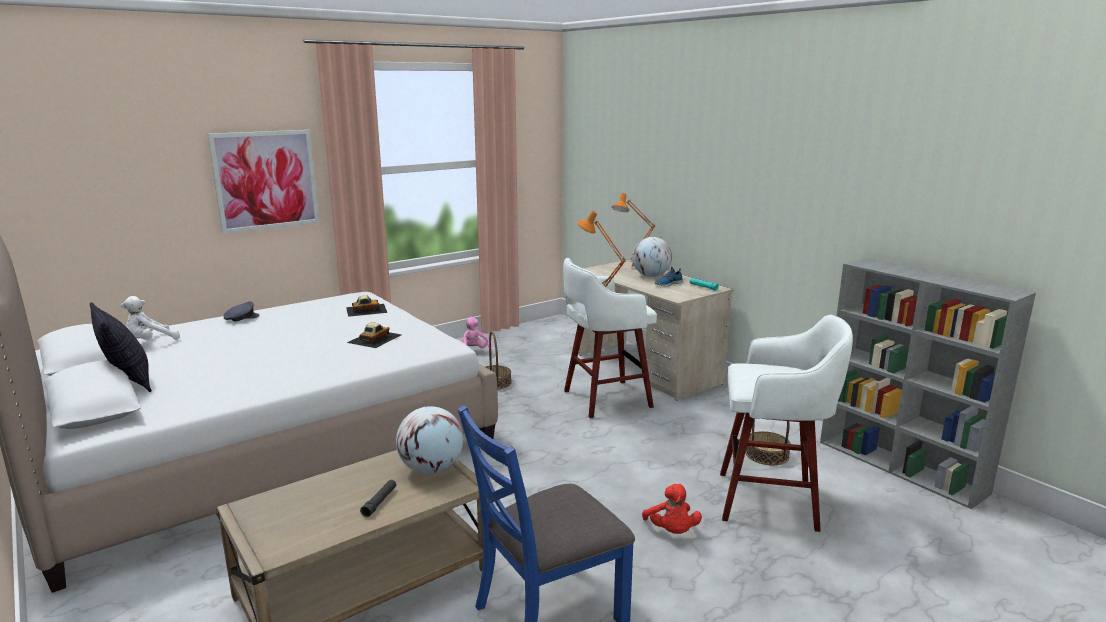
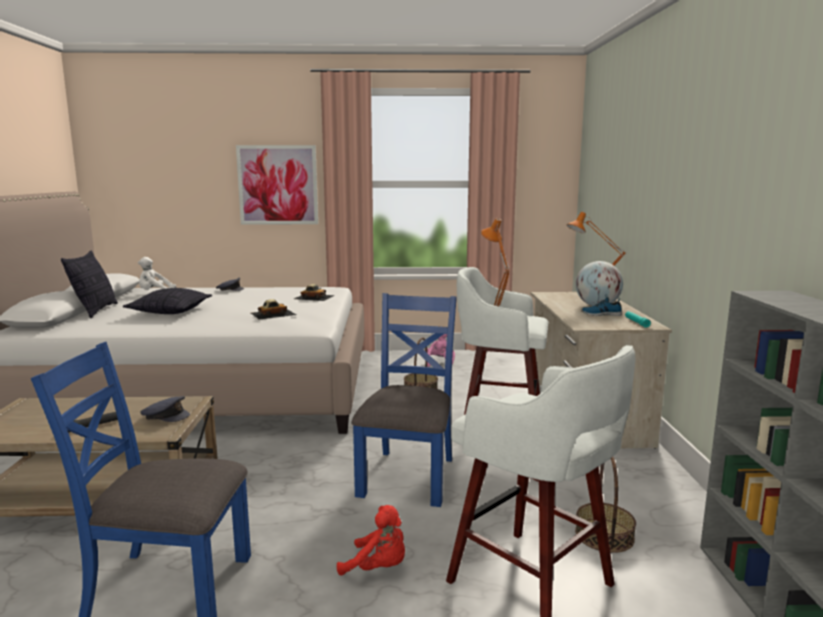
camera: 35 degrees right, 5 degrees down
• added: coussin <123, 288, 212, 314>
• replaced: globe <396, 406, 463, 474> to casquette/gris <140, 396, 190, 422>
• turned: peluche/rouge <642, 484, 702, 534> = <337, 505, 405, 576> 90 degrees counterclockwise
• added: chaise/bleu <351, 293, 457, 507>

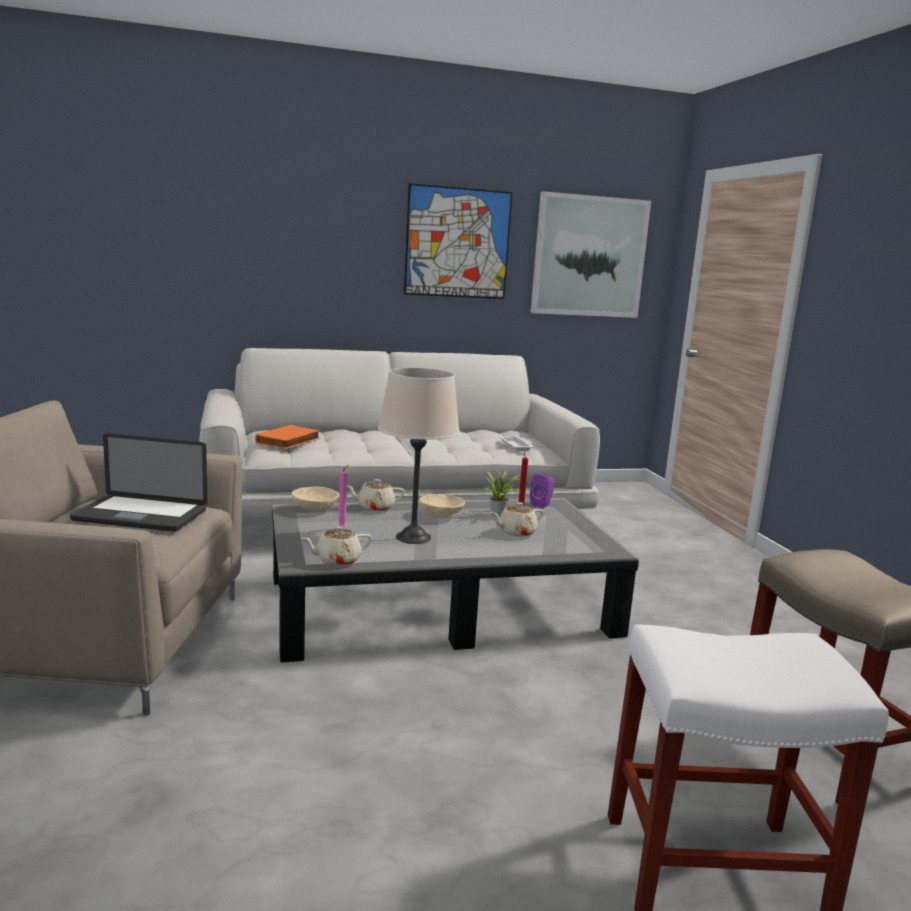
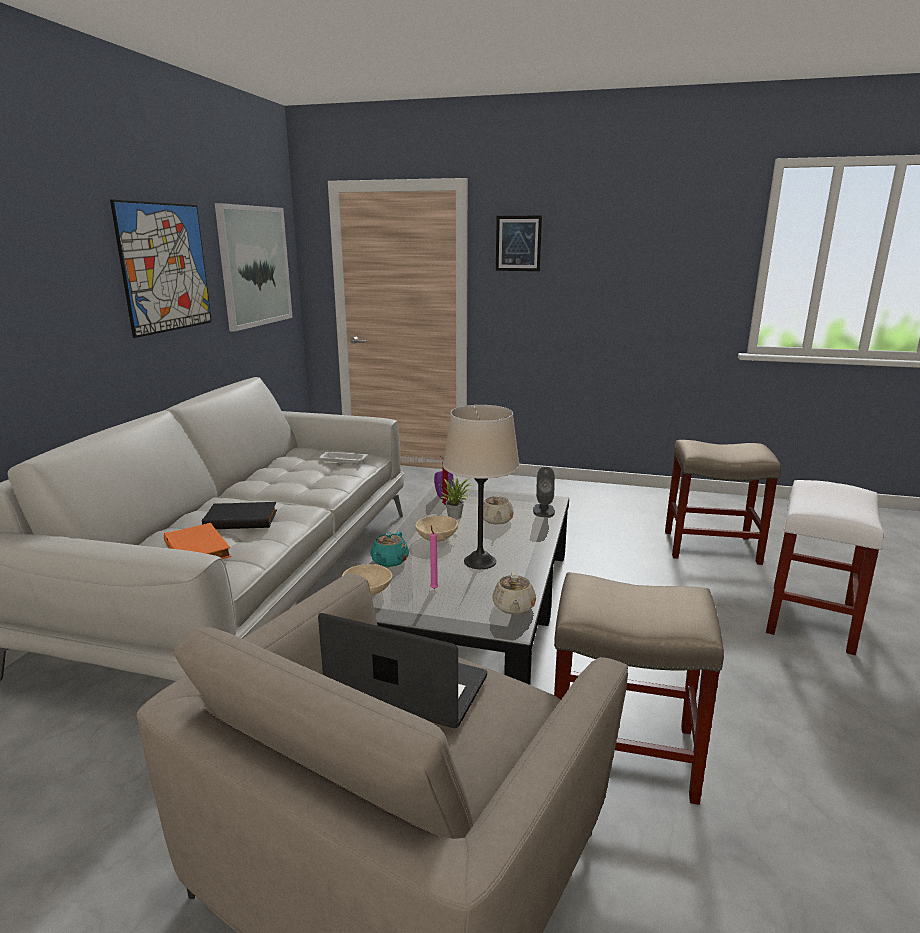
camera: 60 degrees left, 5 degrees up
• added: livre/noir <202, 502, 277, 529>
• turned: ordinateur portable <70, 433, 207, 532> = <318, 613, 487, 728> 105 degrees counterclockwise
• recoloured: théière/beige <347, 479, 405, 511> to théière/turquoise <370, 532, 409, 567>
• added: tableau <496, 216, 542, 271>
• added: enceinte/gris <533, 467, 555, 517>
• added: tabouret/beige <554, 572, 724, 805>

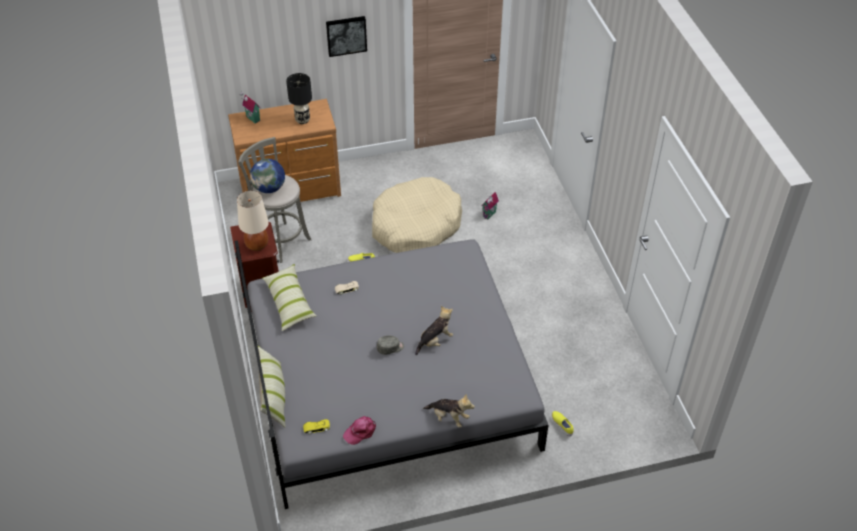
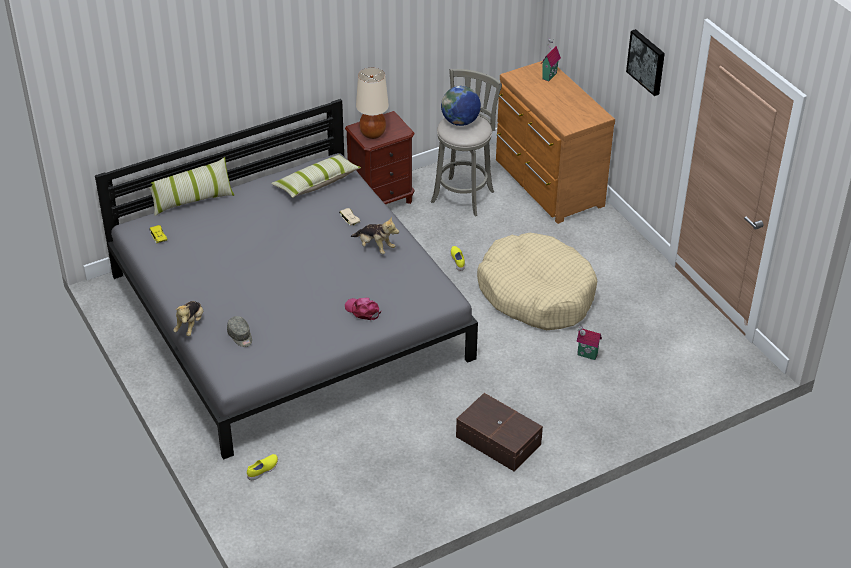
camera: 75 degrees right, 5 degrees down
• moved: casquette/gris <377, 336, 404, 355> to <227, 316, 252, 347>
• moved: casquette/rose <343, 416, 376, 445> to <345, 298, 382, 320>
• moved: peluche <415, 306, 453, 355> to <351, 216, 399, 254>
• added: boîte de rangement/marron <456, 393, 543, 472>
• removed: lampe de table/noir <286, 73, 312, 124>

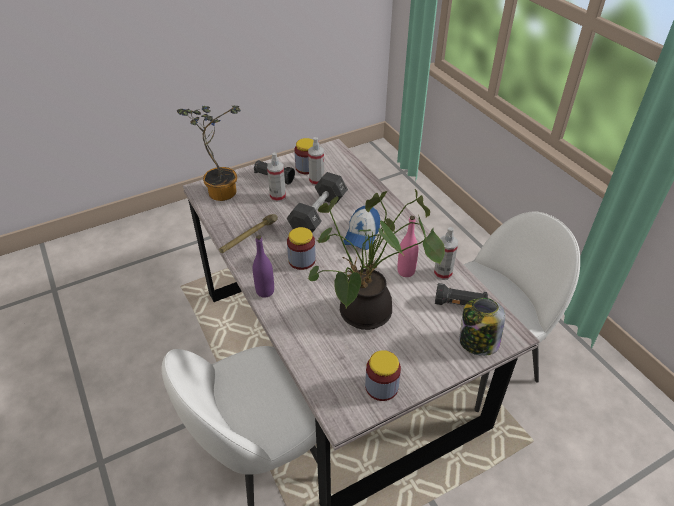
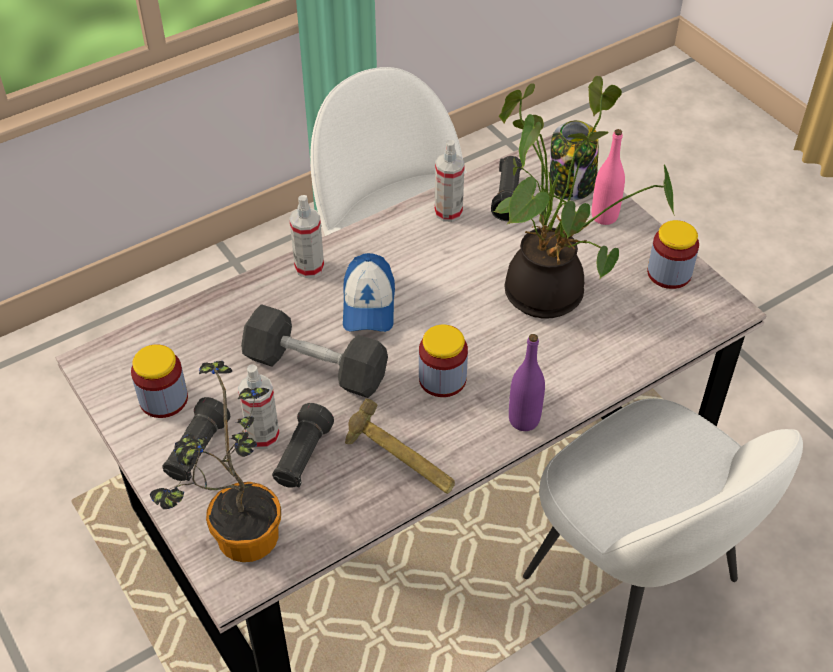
camera: 95 degrees left, 5 degrees up
• added: lampe de poche/noir <272, 403, 334, 488>
• moved: vaporisateur <308, 137, 324, 186> to <289, 195, 324, 278>
• turned: casquette <343, 206, 380, 250> = <343, 253, 395, 332> 75 degrees clockwise
• moved: bouteille/rose <397, 216, 418, 277> to <592, 129, 625, 225>

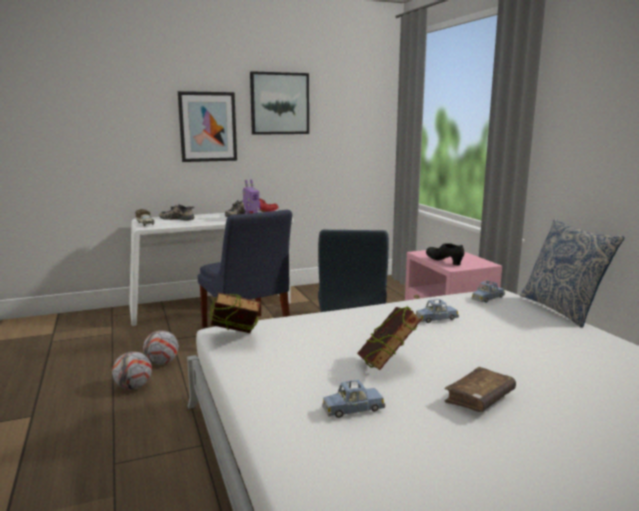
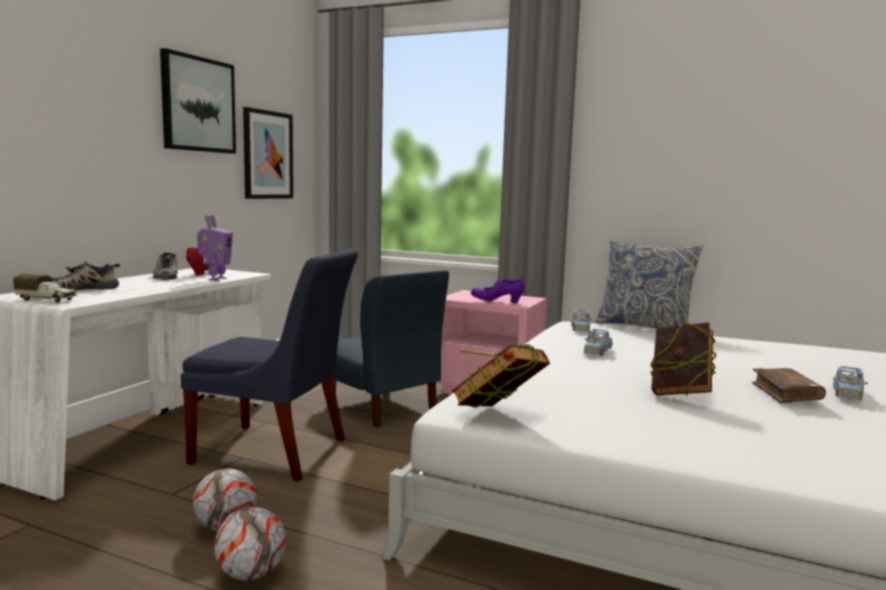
camera: 45 degrees left, 5 degrees down
• moved: tableau <178, 91, 237, 162> to <243, 107, 293, 199>
• recoloured: chaussure/noir <426, 243, 464, 266> to chaussure/violet <471, 278, 525, 303>
• moved: petite voiture/bleu <322, 380, 385, 418> to <833, 366, 868, 400>

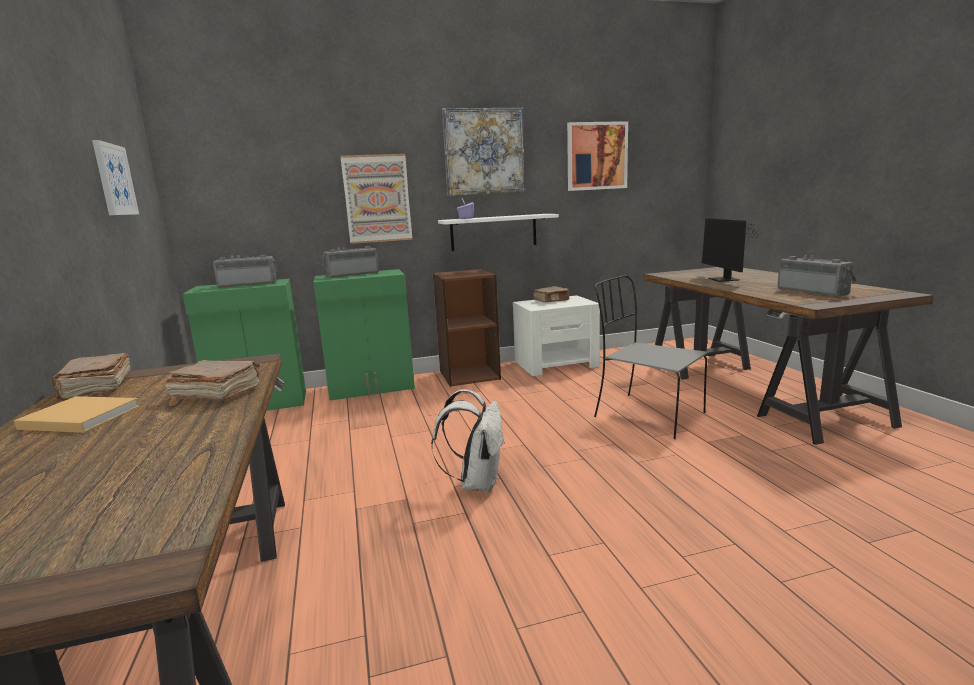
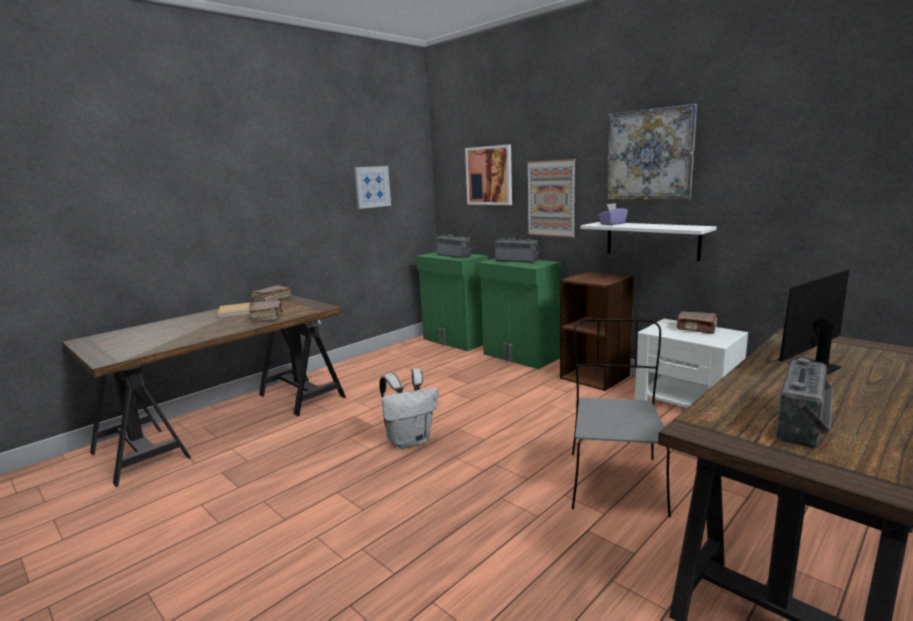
camera: 60 degrees right, 0 degrees up
• moved: tableau <567, 121, 628, 191> to <465, 144, 512, 205>

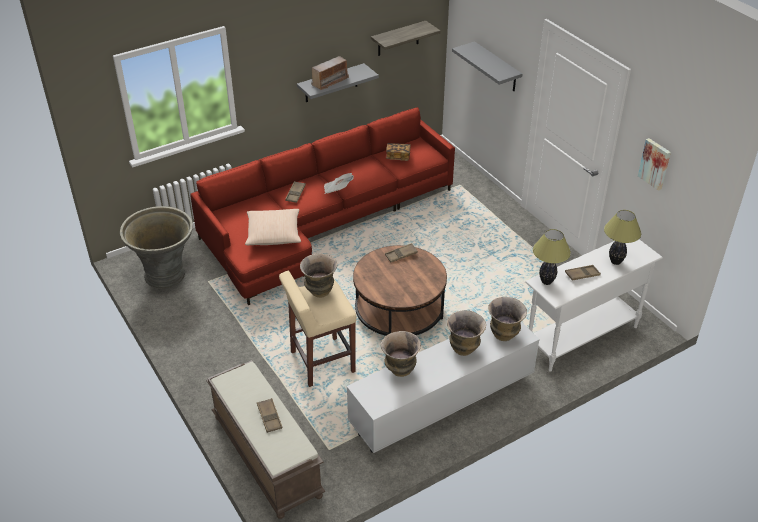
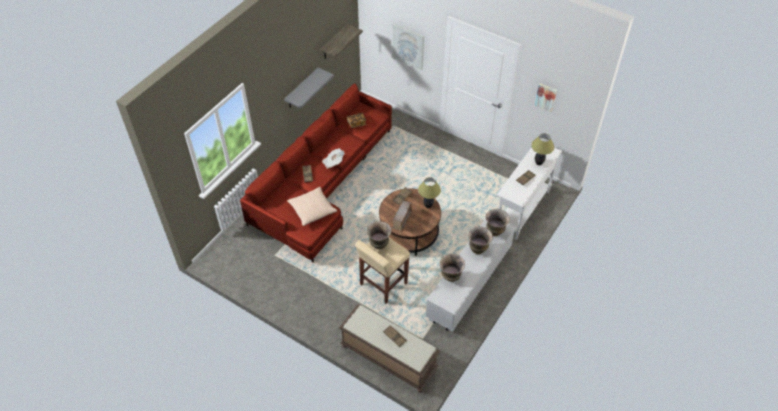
camera: 25 degrees left, 10 degrees up
• moved: radio <311, 56, 349, 91> to <392, 201, 413, 232>
• replaced: étagère/gris <452, 41, 523, 91> to tableau <393, 24, 424, 70>
• moved: lampe de table <533, 229, 571, 285> to <418, 177, 441, 208>
• removed: cache-pot/gris <120, 206, 193, 288>

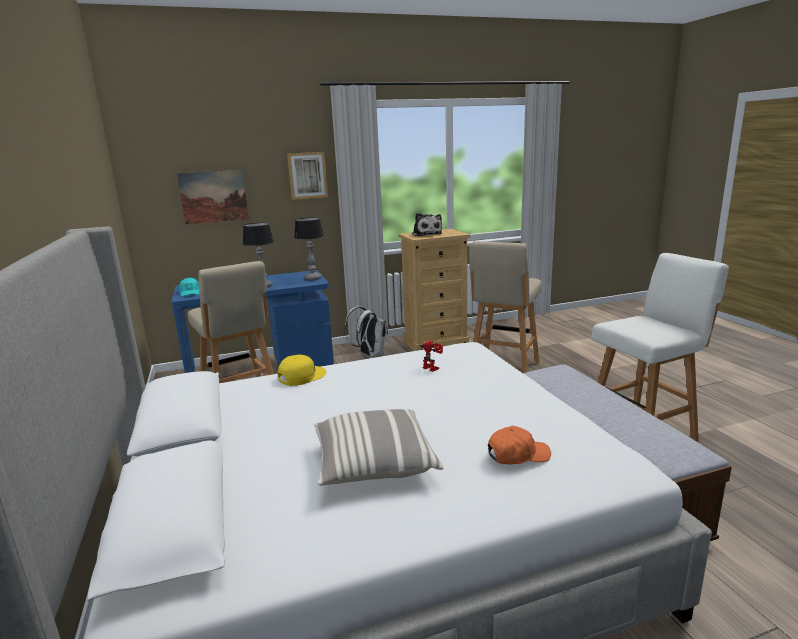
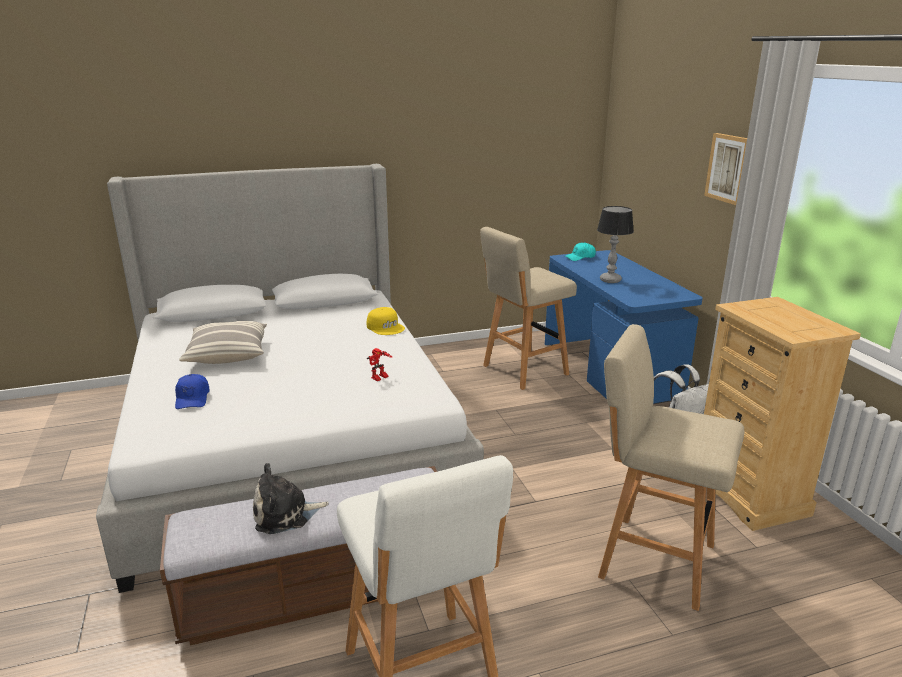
camera: 90 degrees right, 5 degrees up
• recoloured: casquette/orange <488, 425, 551, 464> to casquette/bleu <175, 374, 209, 409>
• moved: peluche <412, 213, 442, 237> to <253, 463, 329, 534>
• removed: tableau <177, 170, 249, 224>
• removed: lampe de table <294, 217, 324, 280>

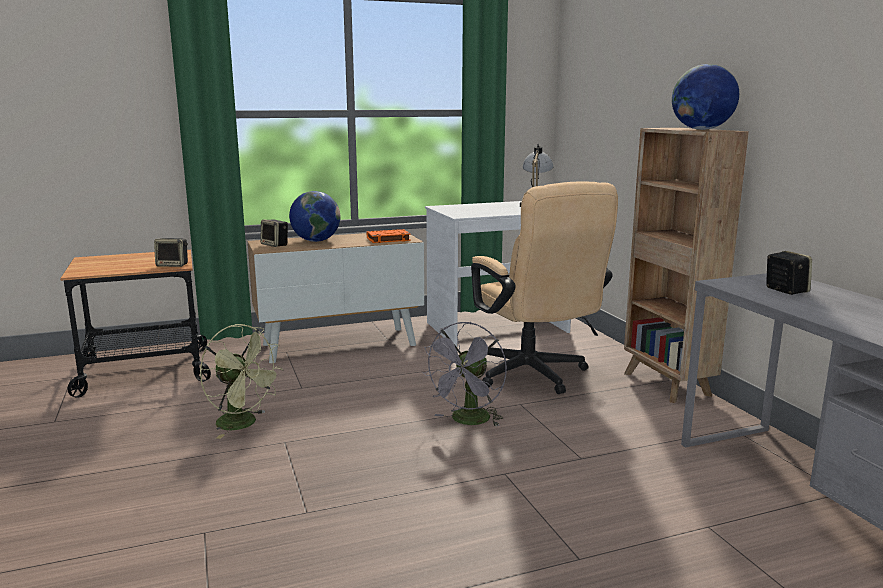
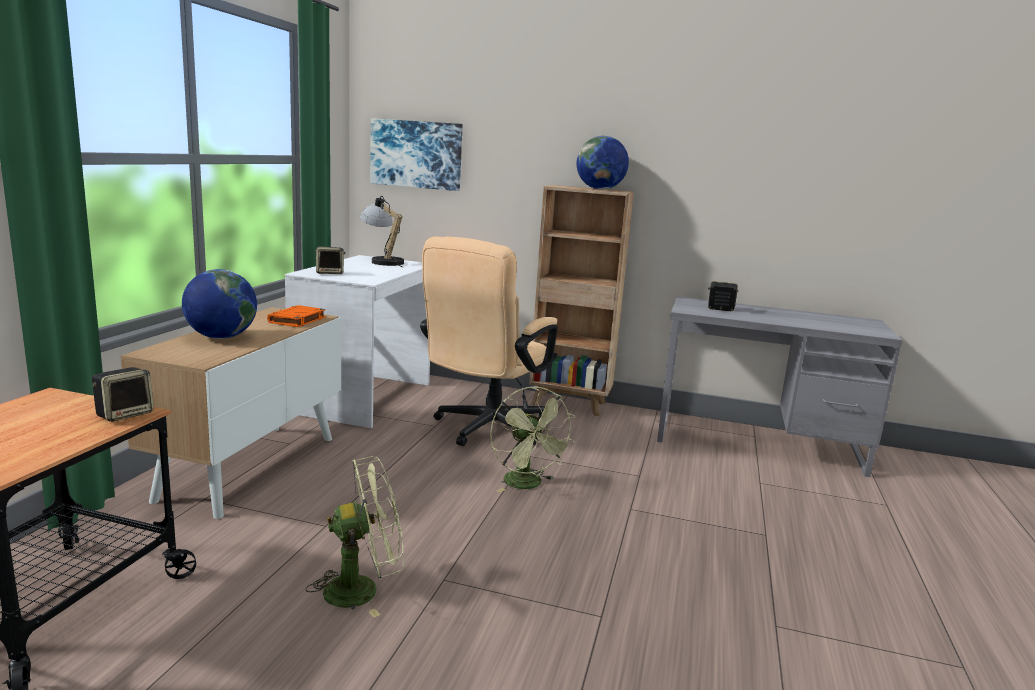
camera: 55 degrees left, 0 degrees up
• moved: enceinte <261, 220, 288, 247> to <315, 247, 345, 274>
• added: tableau <370, 118, 463, 191>
• turned: chaise de bureau/beige <471, 181, 618, 394> = <420, 236, 558, 446> 105 degrees clockwise
• recoloured: ventilateur/gris <422, 322, 507, 427> to ventilateur/vert <490, 386, 576, 492>

